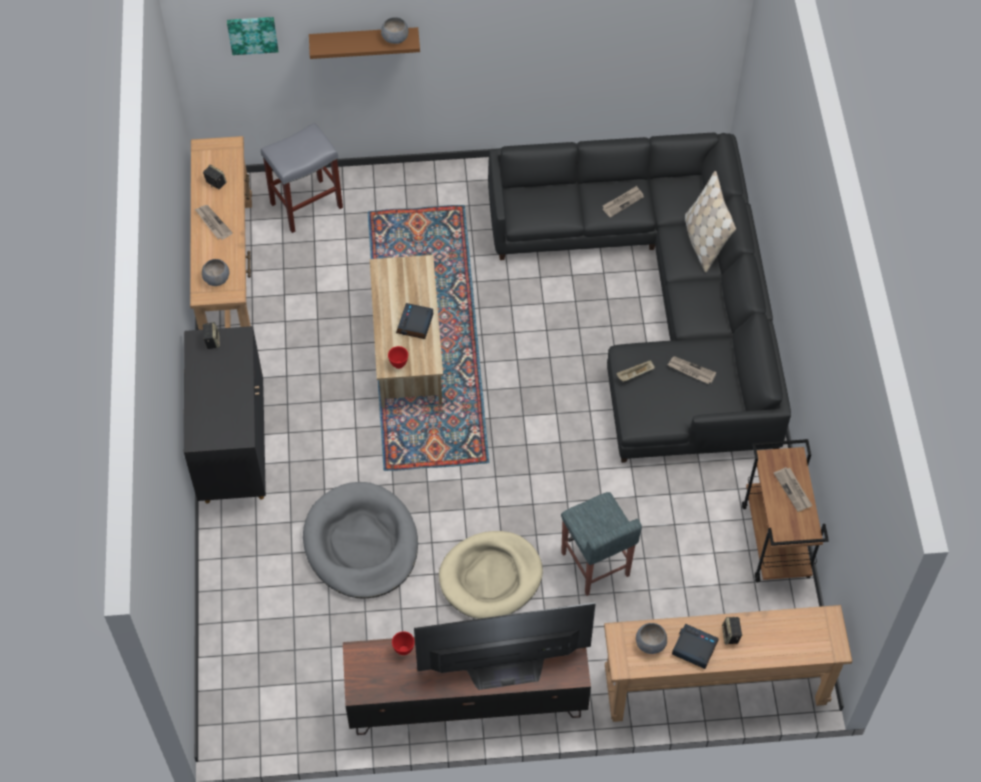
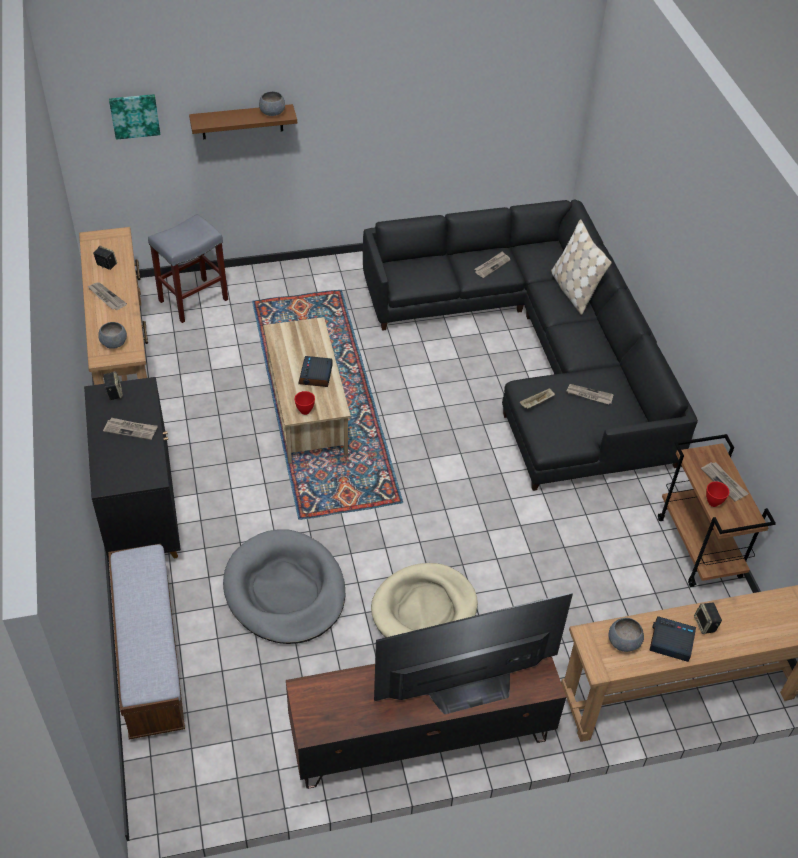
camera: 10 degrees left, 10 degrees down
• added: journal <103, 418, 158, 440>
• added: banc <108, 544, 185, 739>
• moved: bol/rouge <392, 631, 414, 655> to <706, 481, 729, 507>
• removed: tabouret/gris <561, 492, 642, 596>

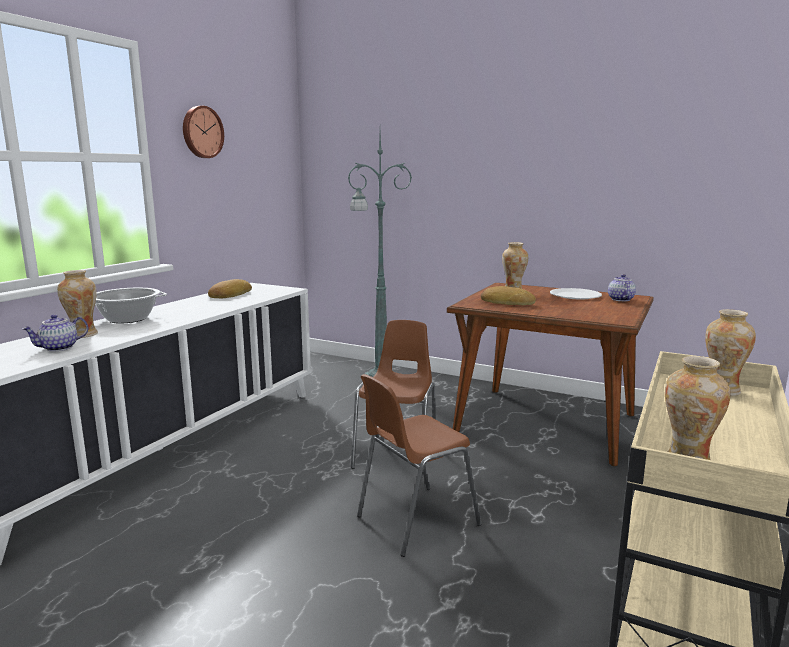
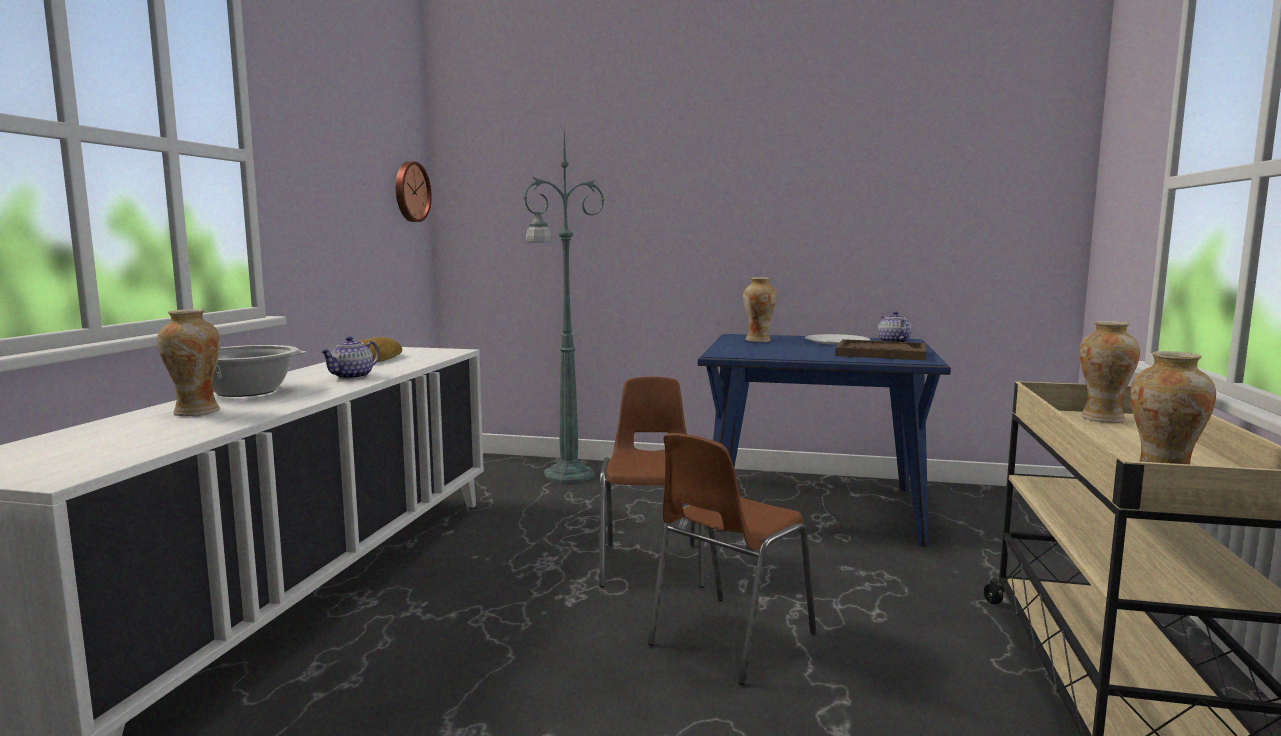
camera: 15 degrees left, 5 degrees down
• moved: théière <22, 314, 88, 352> to <320, 336, 380, 379>
• moved: horloge murale <183, 106, 224, 158> to <396, 162, 432, 222>
• recoloured: table à manger/marron <447, 283, 654, 466> to table à manger/bleu <698, 334, 951, 547>
• added: plateau/marron <835, 339, 926, 360>
• removed: pain <481, 286, 536, 305>

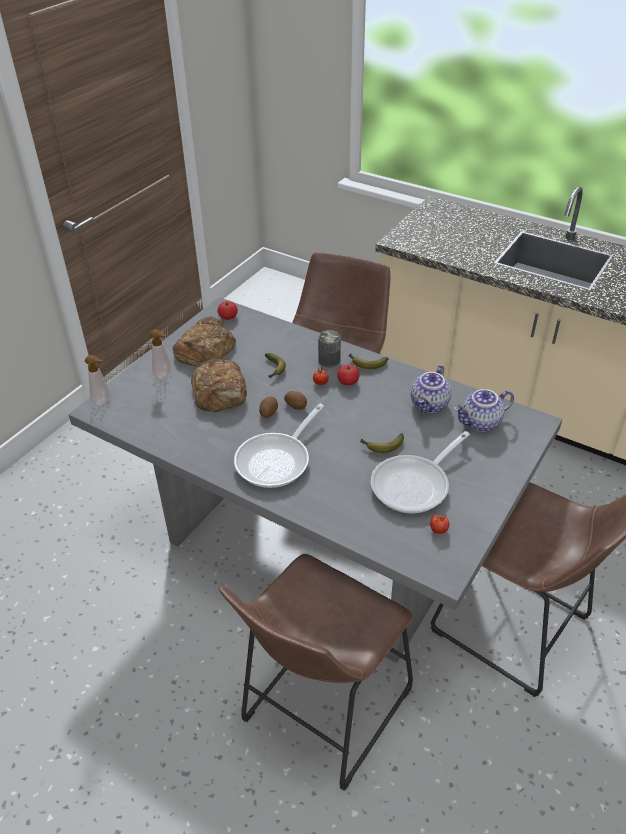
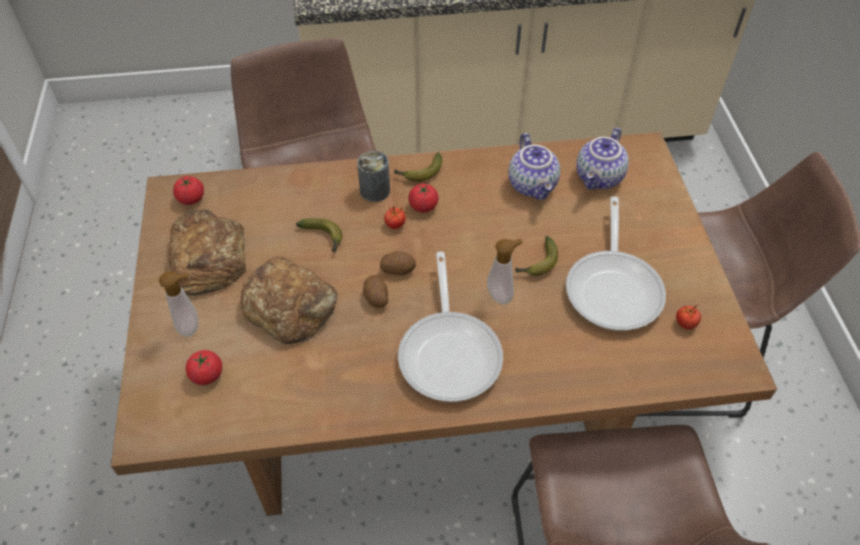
camera: 40 degrees left, 10 degrees up
• recoloured: table à manger/gris <68, 297, 562, 663> to table à manger/marron <111, 132, 777, 516>
• added: tomate <186, 350, 222, 385>
• moved: distributeur de savon <85, 355, 109, 406> to <487, 239, 523, 304>

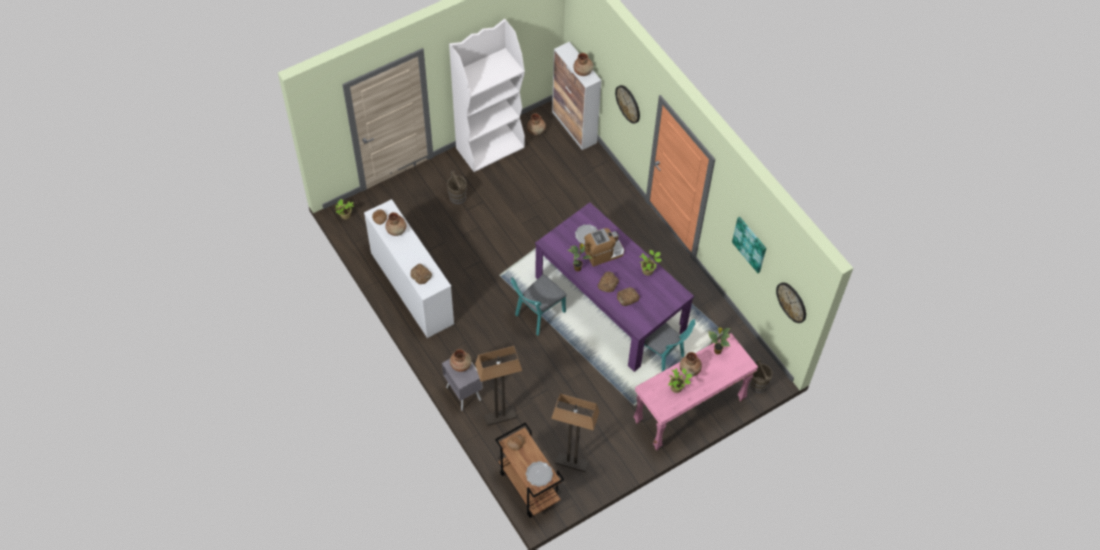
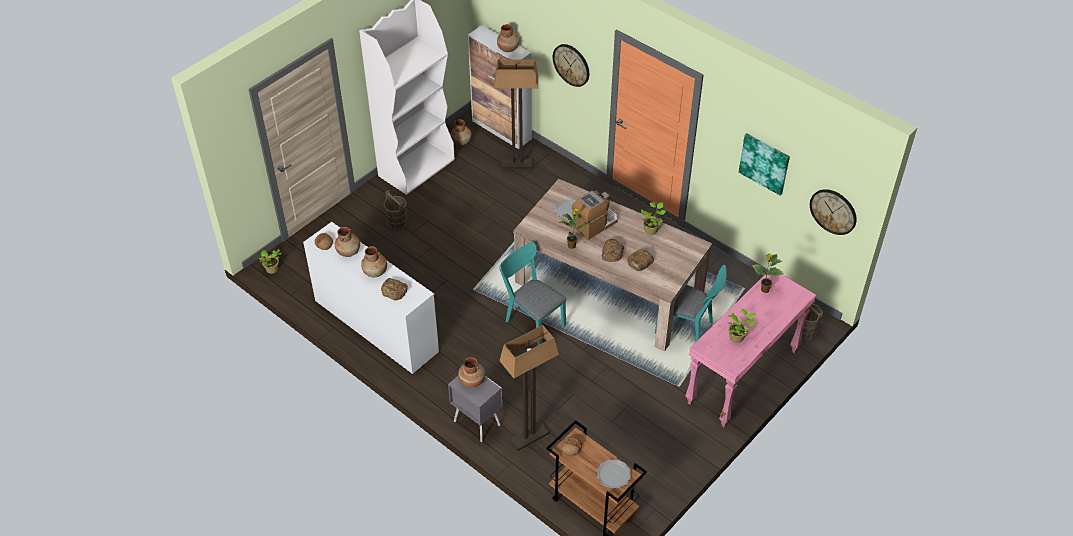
camera: 15 degrees left, 10 degrees down
• moved: vase/marron <680, 352, 702, 377> to <361, 246, 387, 277>
• moved: lampadaire <551, 393, 599, 472> to <494, 59, 538, 169>
• turned: chaise/turquoise <511, 274, 567, 335> = <499, 242, 567, 345> 105 degrees clockwise
• recoloured: table à manger/violet <535, 202, 694, 372> to table à manger/beige <513, 179, 713, 352>

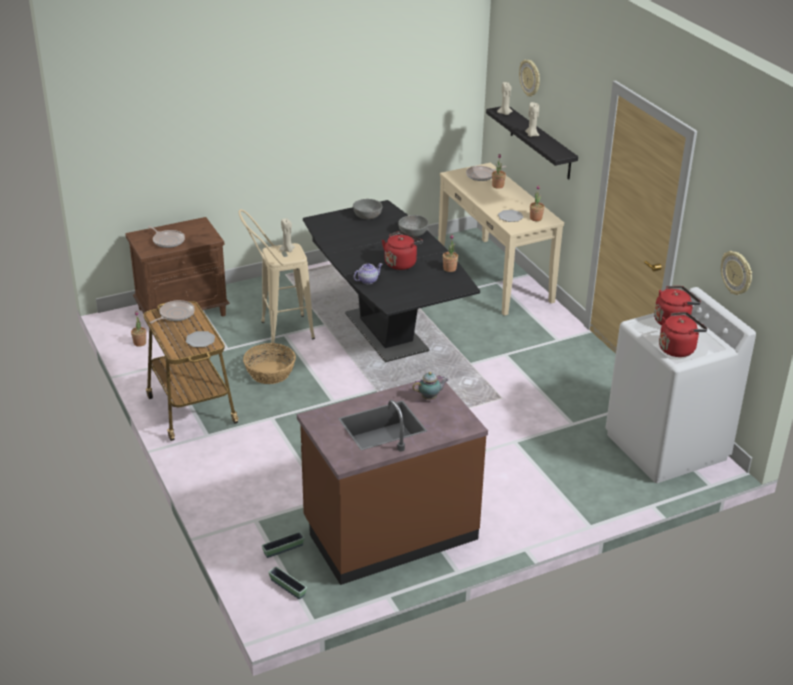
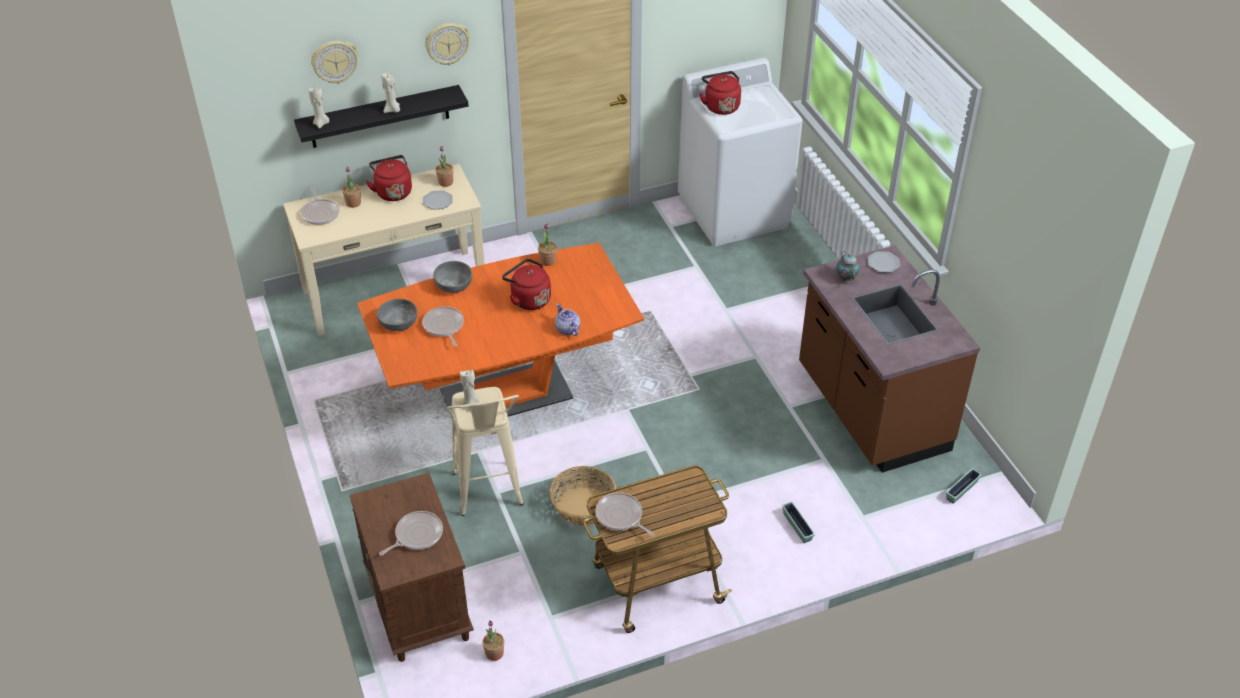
camera: 85 degrees left, 10 degrees up
• recoloured: table à manger/noir <303, 200, 480, 363> to table à manger/orange <357, 243, 644, 417>
• moved: bouilloire/rouge <659, 312, 708, 357> to <366, 155, 412, 201>
• added: poêle <422, 306, 464, 346>
• moved: horloge murale <721, 251, 752, 295> to <425, 23, 470, 65>
• moved: cache-pot <262, 532, 305, 558> to <782, 502, 815, 543>
• moved: assiette <186, 331, 215, 347> to <867, 251, 900, 273>

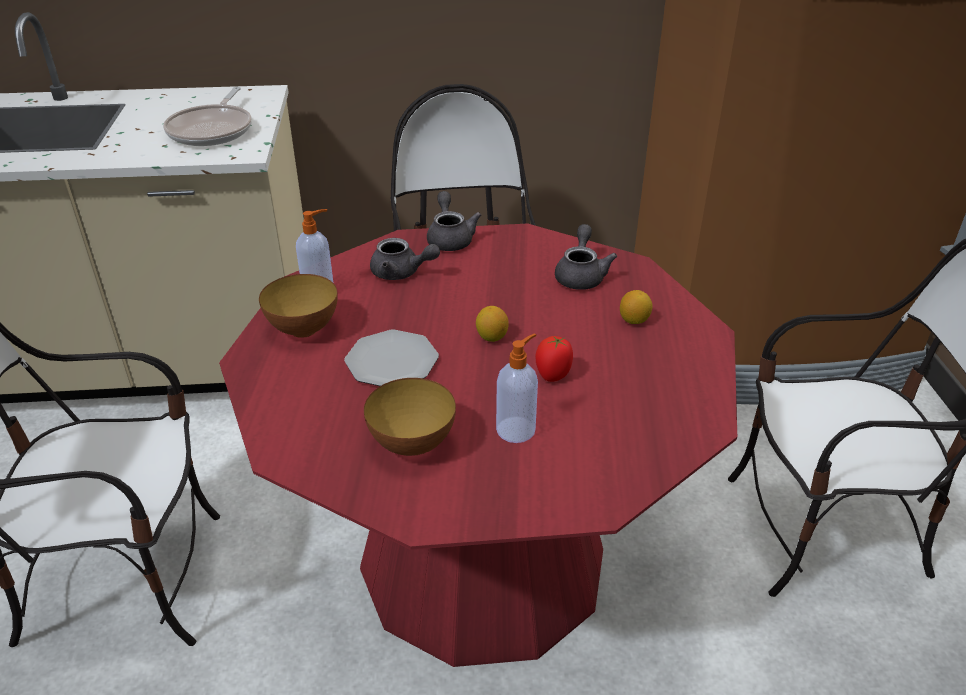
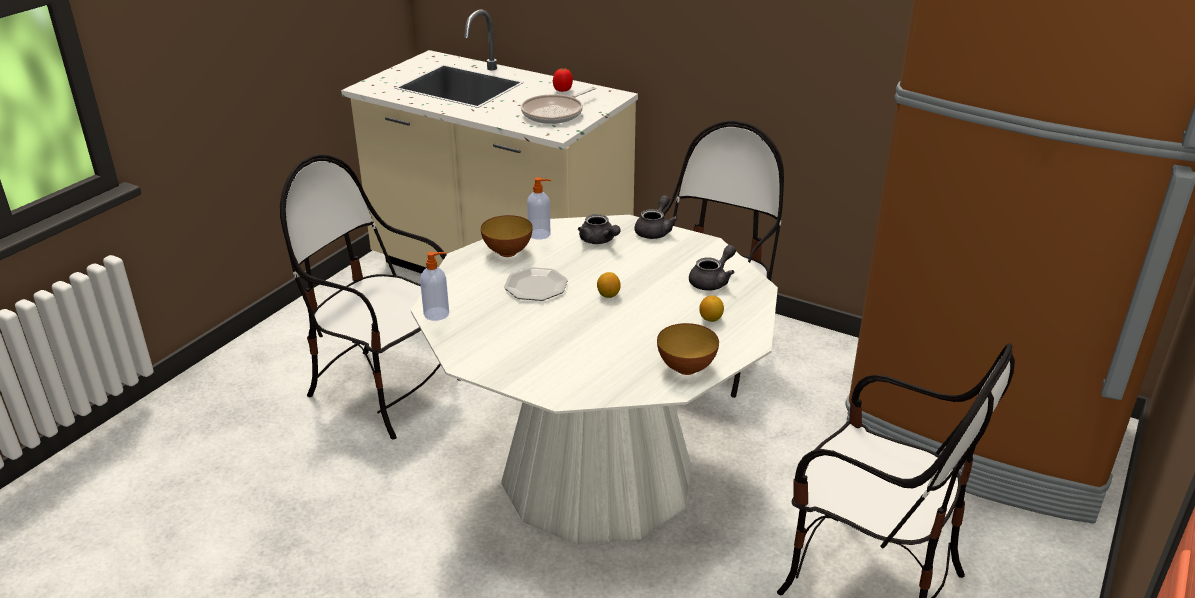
camera: 35 degrees right, 5 degrees down
• recoloured: table à manger/rouge <219, 223, 737, 667> to table à manger/blanc <411, 215, 778, 545>
• moved: distributeur de savon <496, 333, 538, 443> to <420, 252, 449, 321>
• moved: tomate <535, 336, 573, 382> to <553, 68, 573, 92>
• moved: bol <364, 378, 456, 456> to <657, 323, 719, 375>

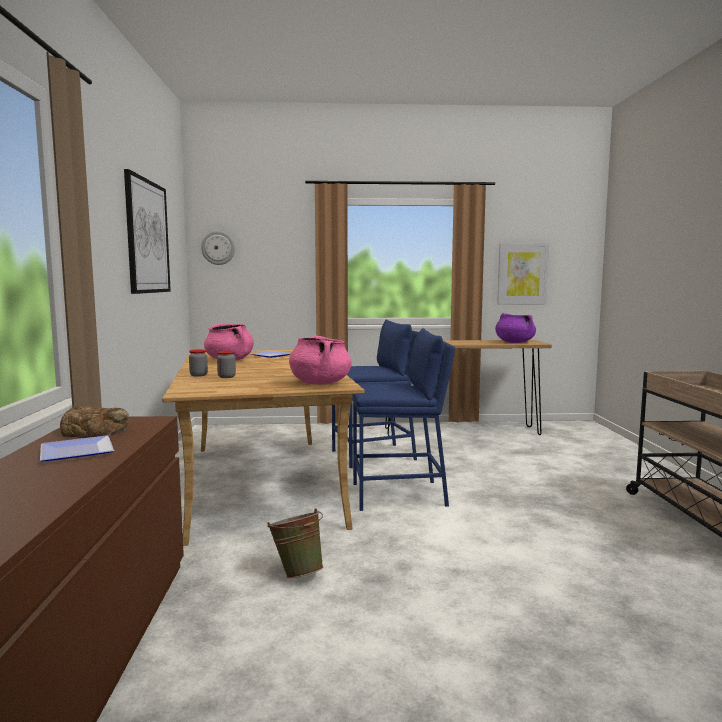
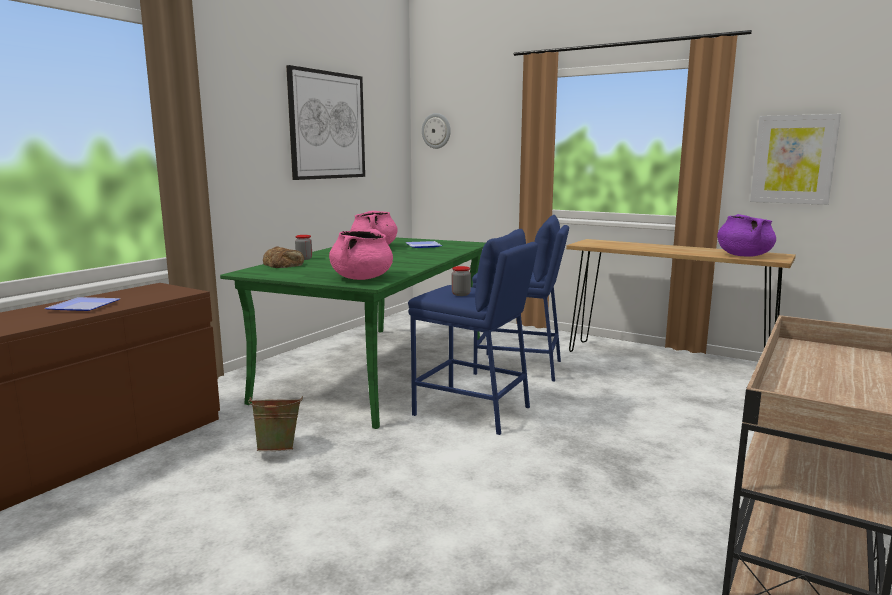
camera: 35 degrees right, 5 degrees up
• recoloured: table à manger/beige <162, 350, 365, 546> to table à manger/vert <220, 238, 486, 429>
• moved: pain <60, 406, 129, 438> to <263, 246, 304, 268>
• moved: bocal <217, 351, 236, 378> to <452, 266, 471, 296>

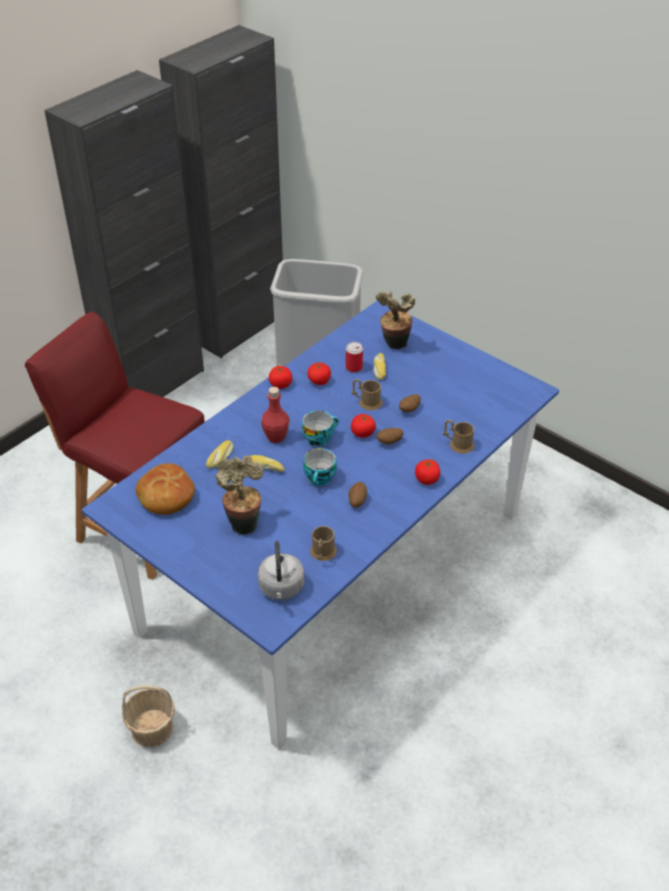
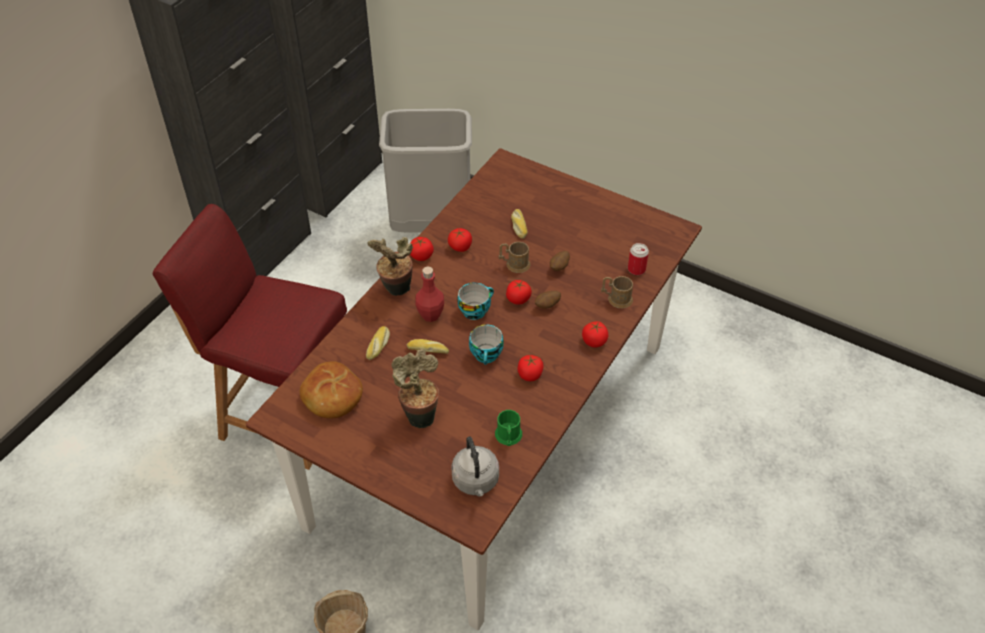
camera: 10 degrees left, 5 degrees up
• recoloured: table à manger/bleu <82, 301, 559, 750> to table à manger/marron <246, 148, 702, 630>
• moved: plante en pot <376, 291, 415, 349> to <368, 237, 413, 296>
• recoloured: mug/marron <310, 526, 337, 561> to mug/vert <495, 410, 522, 446>
• replaced: pomme de terre <348, 482, 367, 508> to tomate <518, 355, 543, 381>
• moved: boîte métallique <346, 342, 363, 373> to <628, 243, 649, 275>

